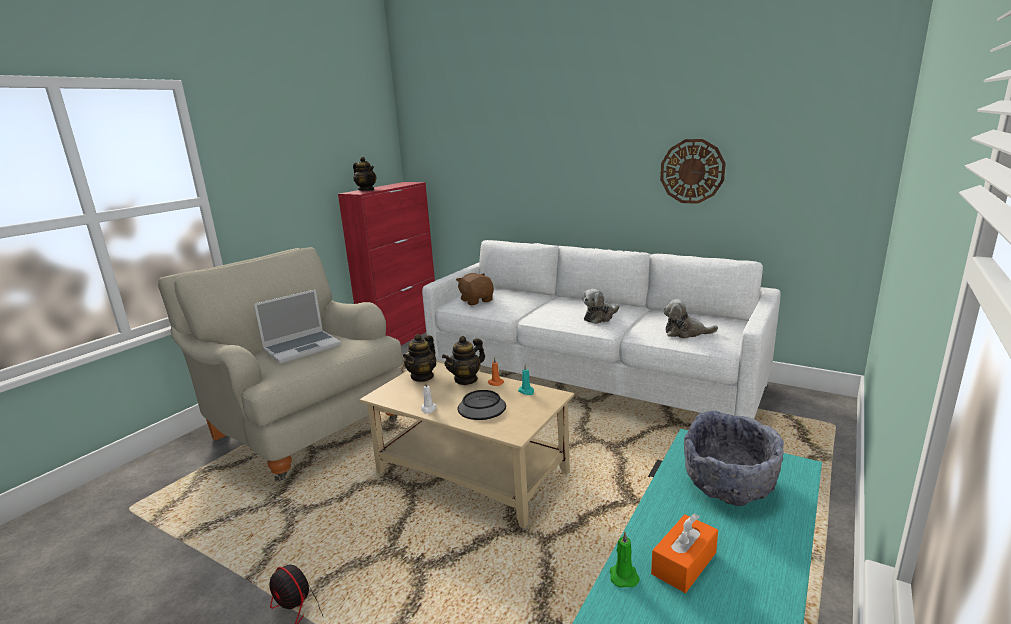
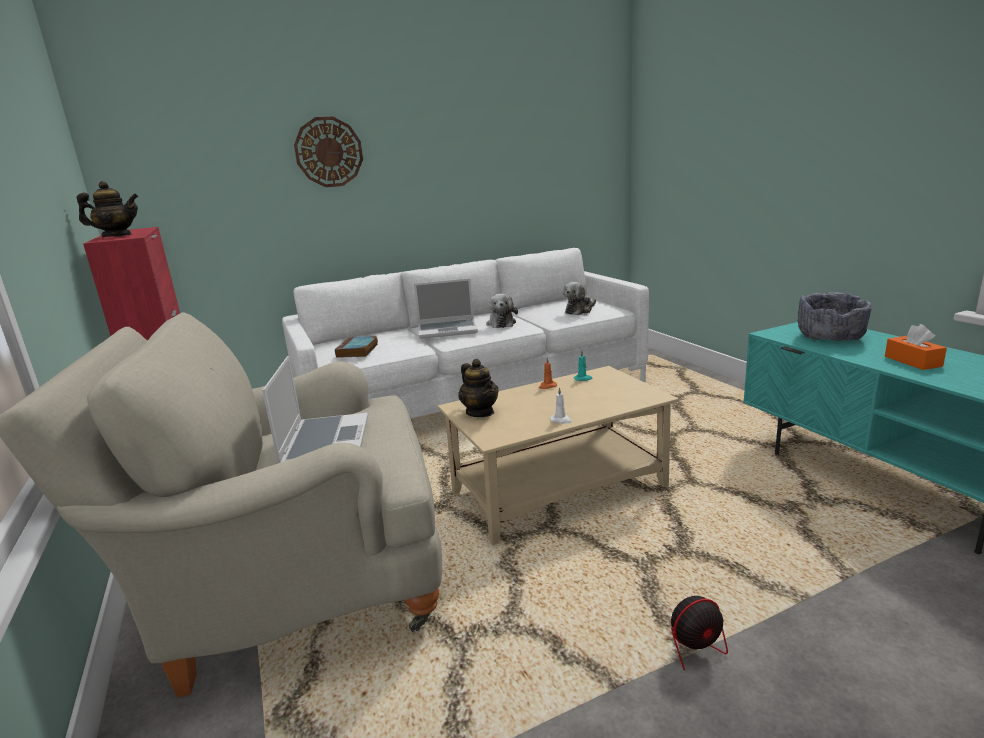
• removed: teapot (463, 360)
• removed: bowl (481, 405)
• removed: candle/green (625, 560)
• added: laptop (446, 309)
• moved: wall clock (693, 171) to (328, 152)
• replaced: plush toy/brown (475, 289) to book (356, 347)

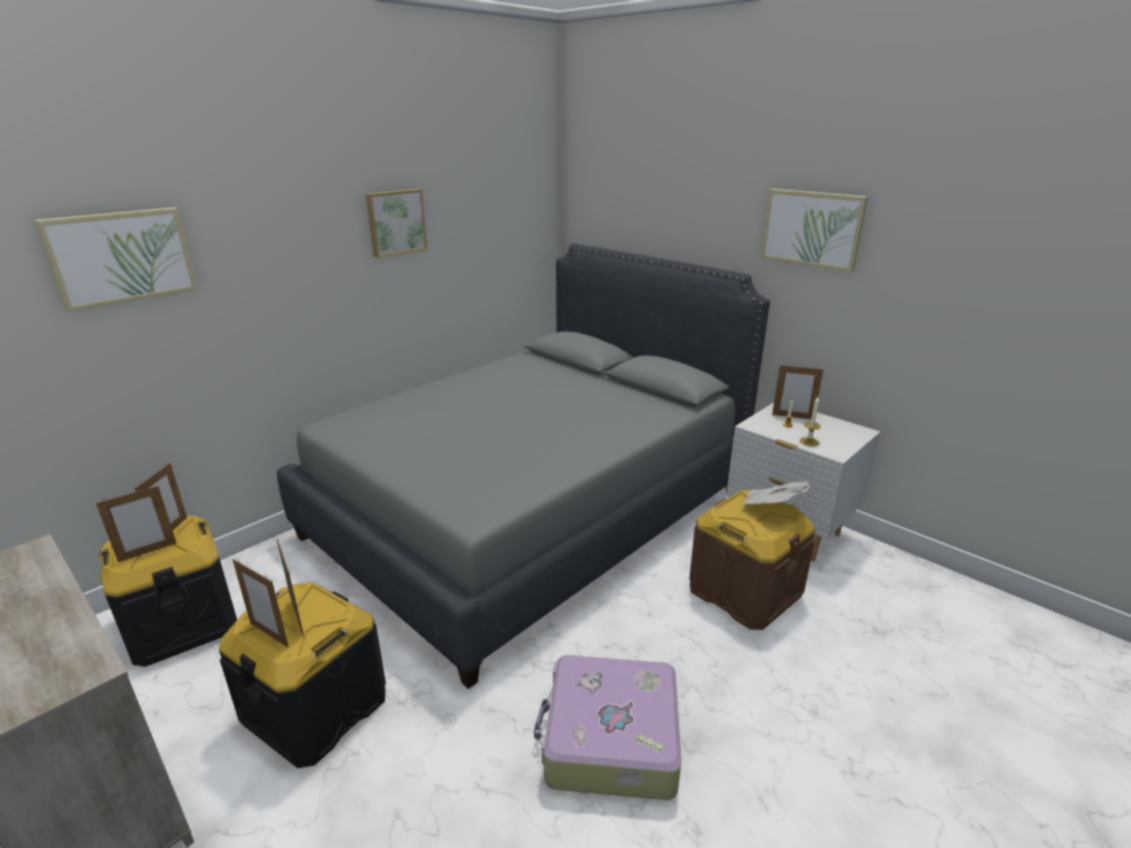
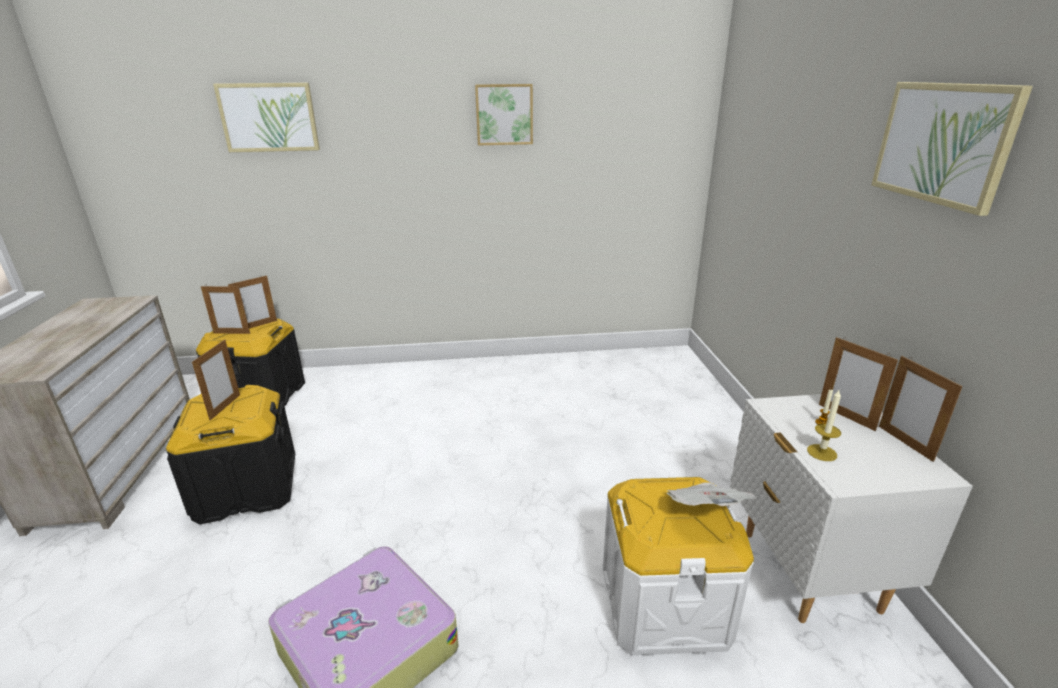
• removed: bed/grey (523, 466)
• moved: picture frame (261, 603) to (920, 409)
• recoloured: storage box/brown (752, 560) to storage box/white (678, 566)

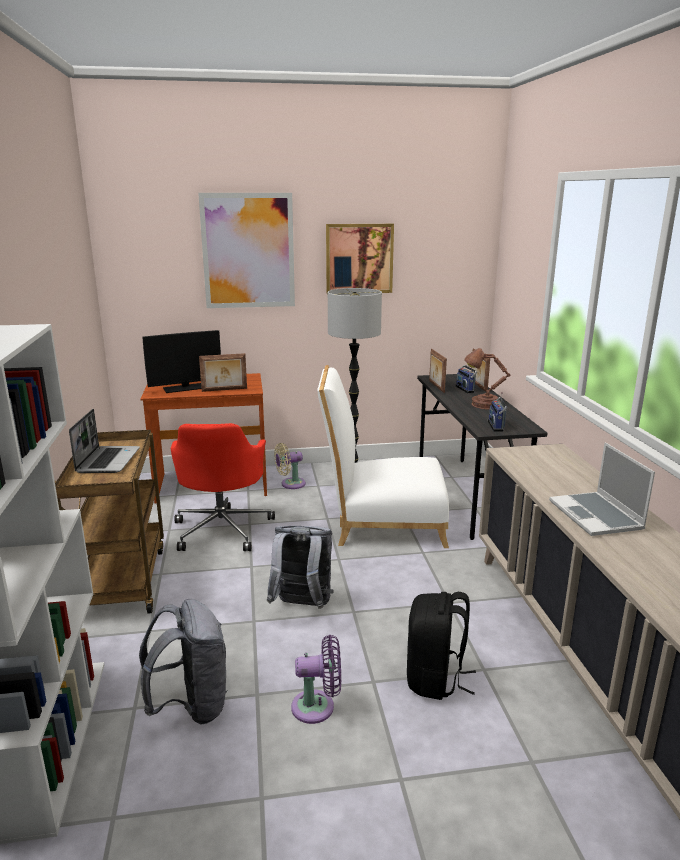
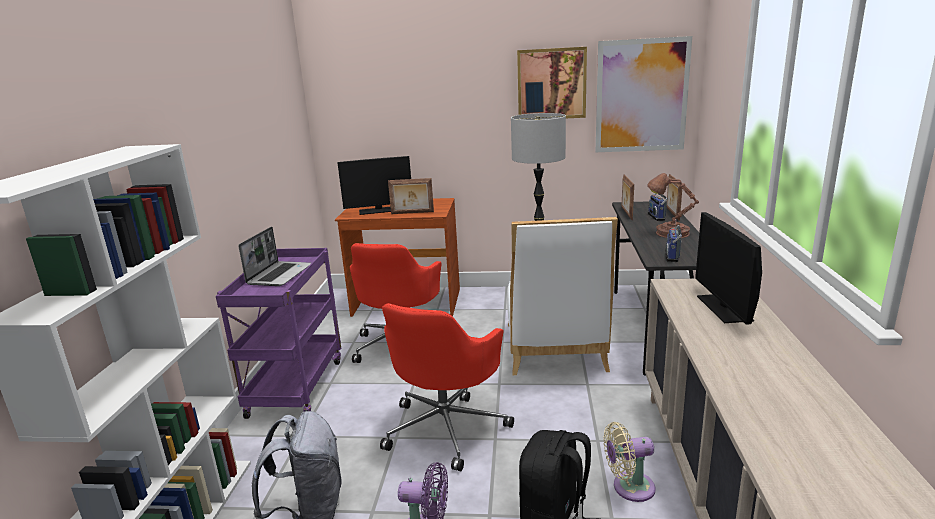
• removed: laptop (602, 489)
• added: monitor (728, 268)
• moved: picture (246, 250) to (644, 94)
• moved: fan/beige (290, 466) to (629, 462)
• replaced: backpack/grey (300, 567) to office chair/red (447, 387)
• recoloured: cart/brown (109, 522) to cart/purple (278, 333)
• turned: chair/white (383, 456) = (562, 296) 105 degrees counterclockwise

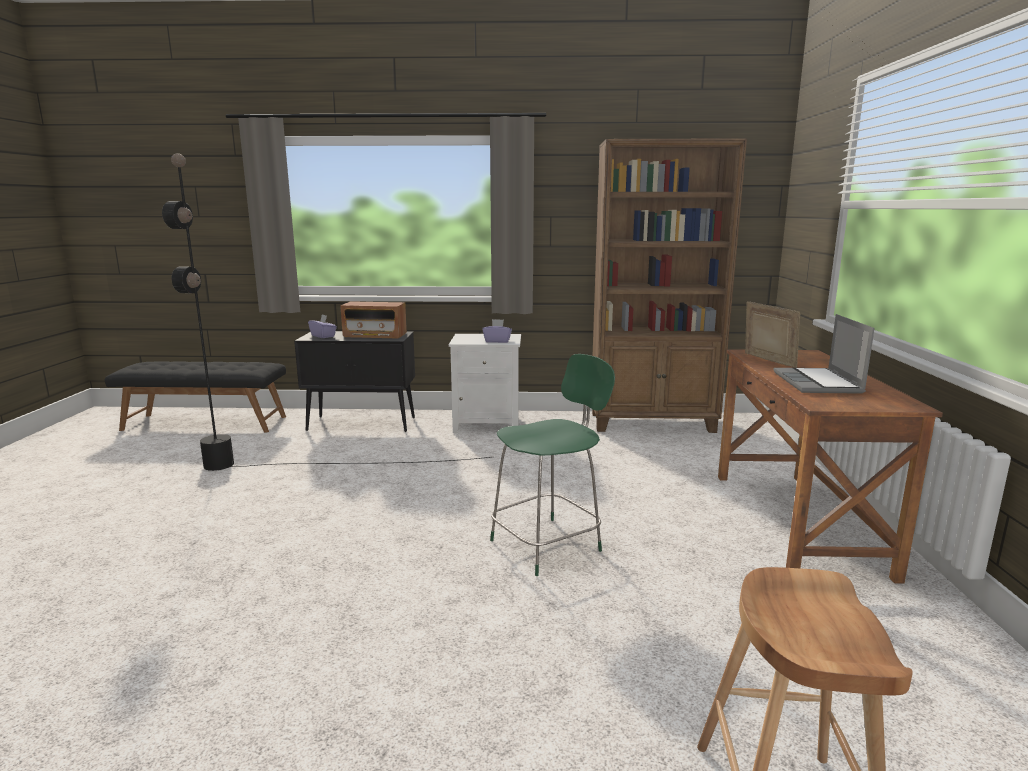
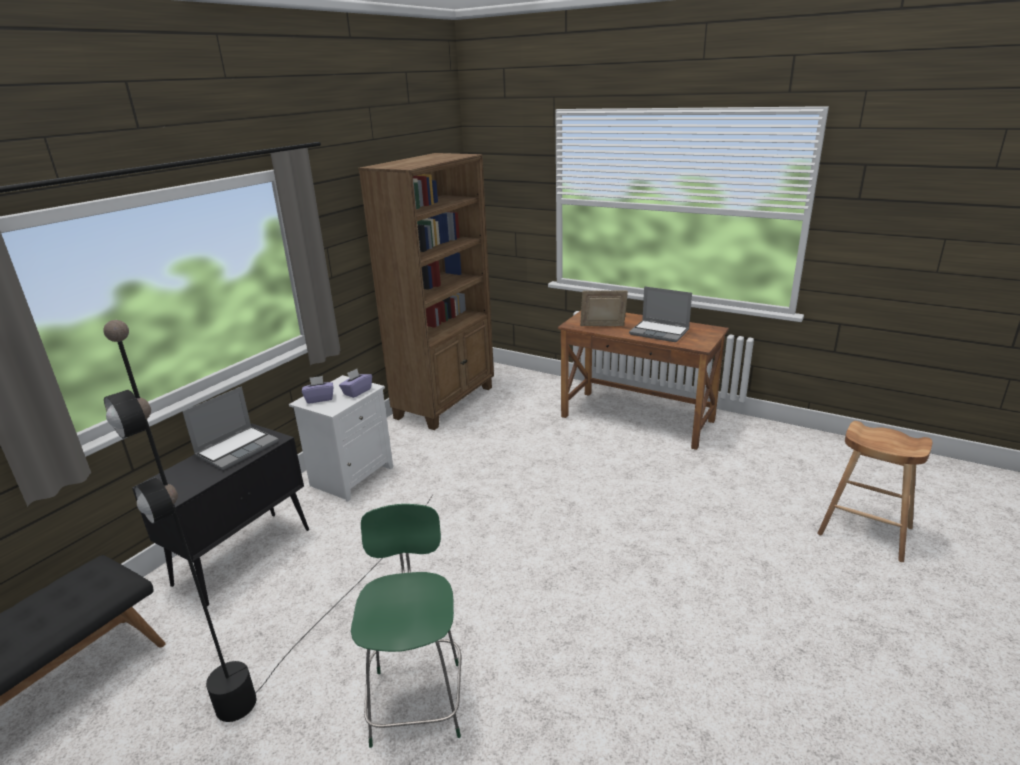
• moved: tissue box/purple (322, 326) to (317, 390)
• moved: chair/green (552, 465) to (406, 626)
• replaced: radio (373, 320) to laptop (230, 428)

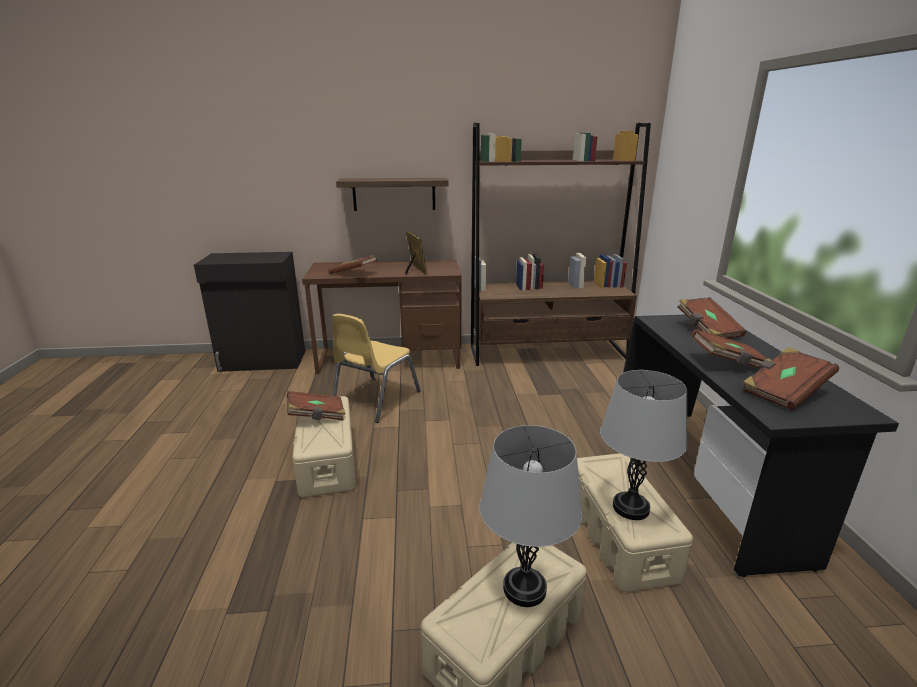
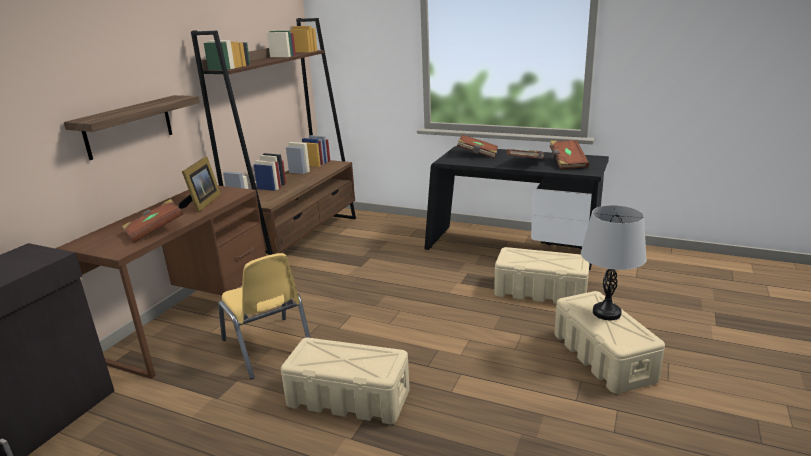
• removed: book/brown (316, 405)
• removed: table lamp/grey (643, 445)
• turned: picture frame (416, 253) = (200, 184) 90 degrees clockwise

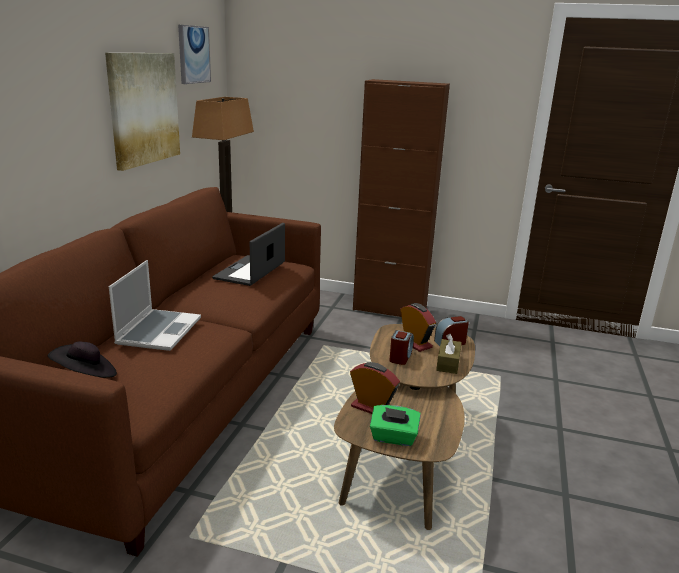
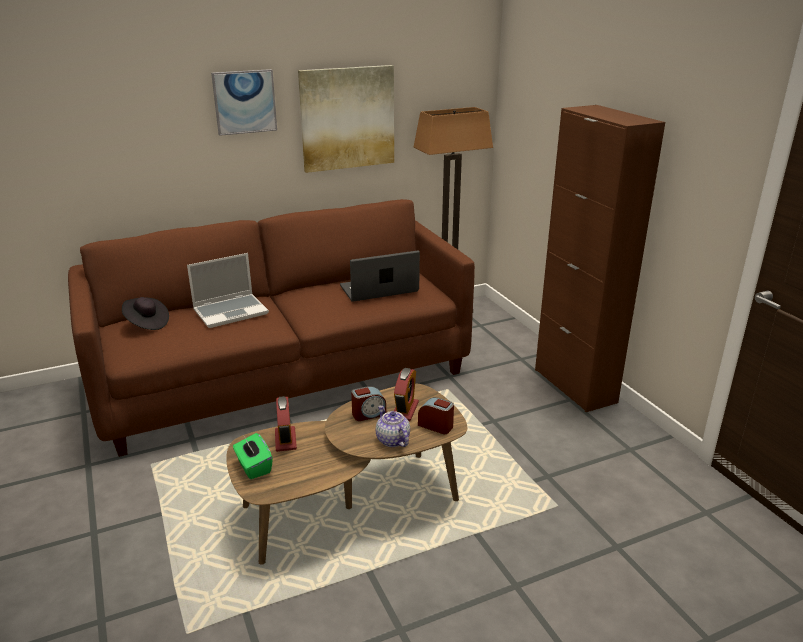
• moved: picture (194, 54) to (244, 102)
• replaced: tissue box/brown (449, 354) to teapot (393, 426)

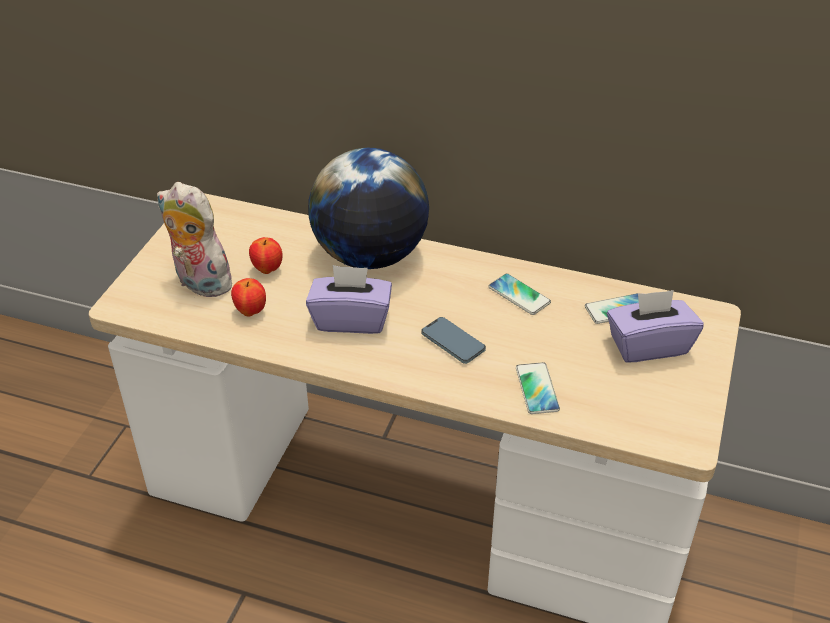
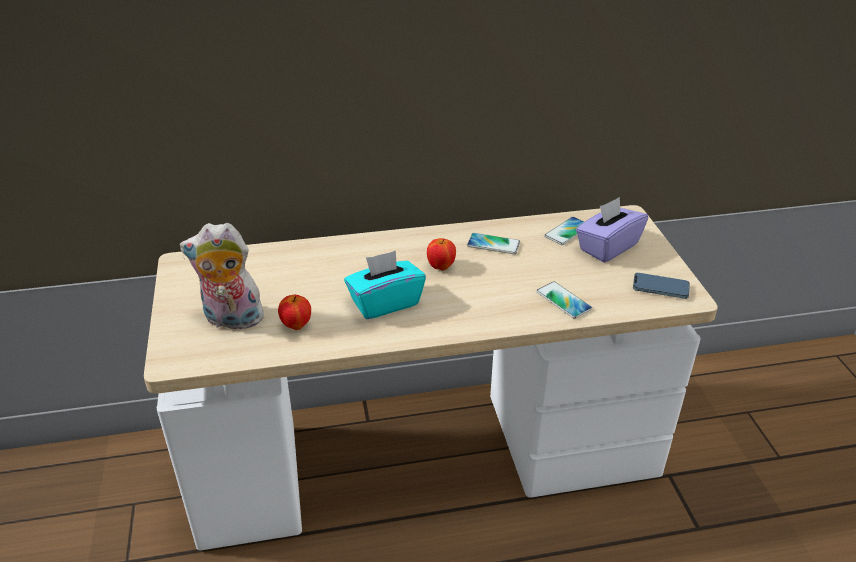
• removed: globe (368, 208)
• moved: apple (265, 255) to (441, 254)
• moved: phone (453, 340) to (661, 286)
• recoloured: tissue box/purple (349, 299) to tissue box/turquoise (385, 285)

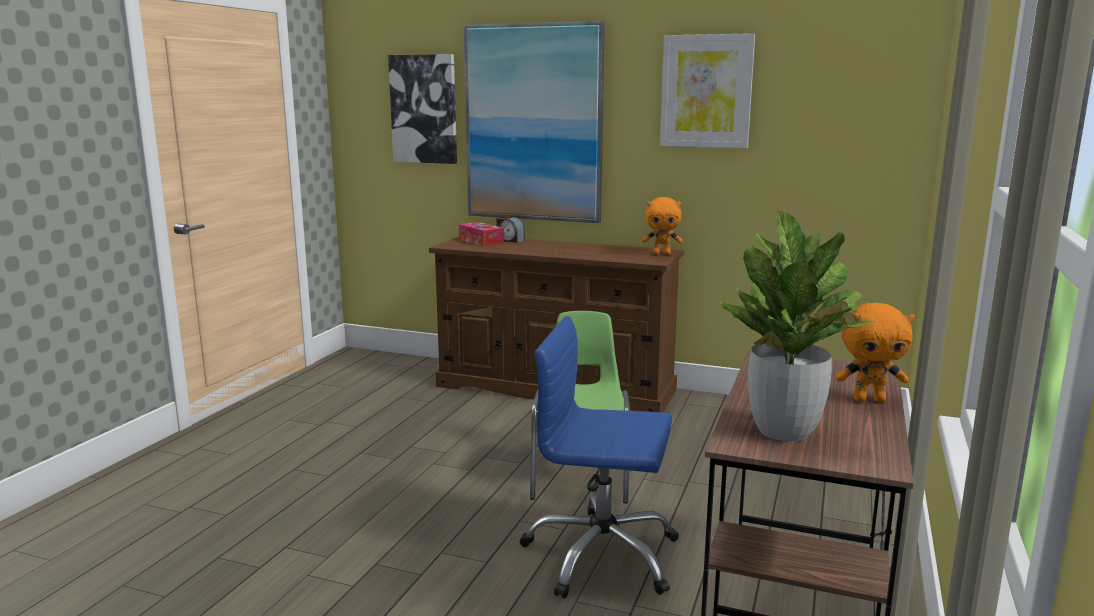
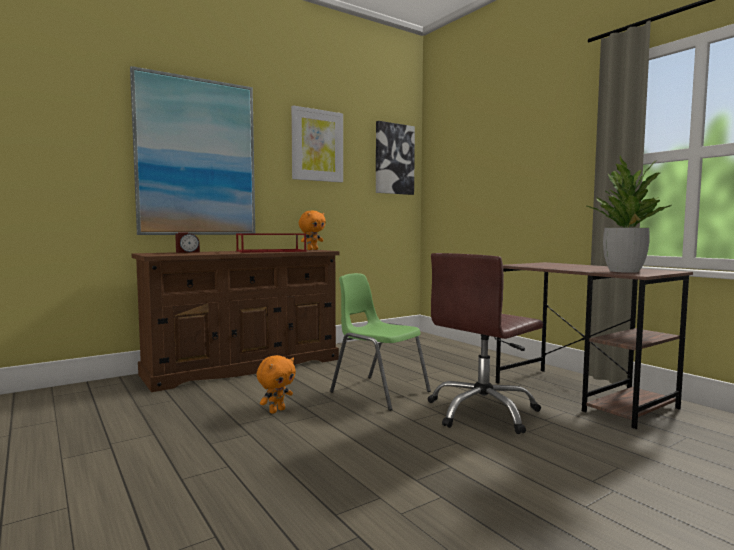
• removed: tissue box (481, 234)
• added: tray/red (271, 243)
• moved: picture (422, 109) to (395, 158)
• moved: plush toy/orange (875, 353) to (276, 384)
• recoloured: office chair/blue (599, 457) to office chair/brown (485, 343)

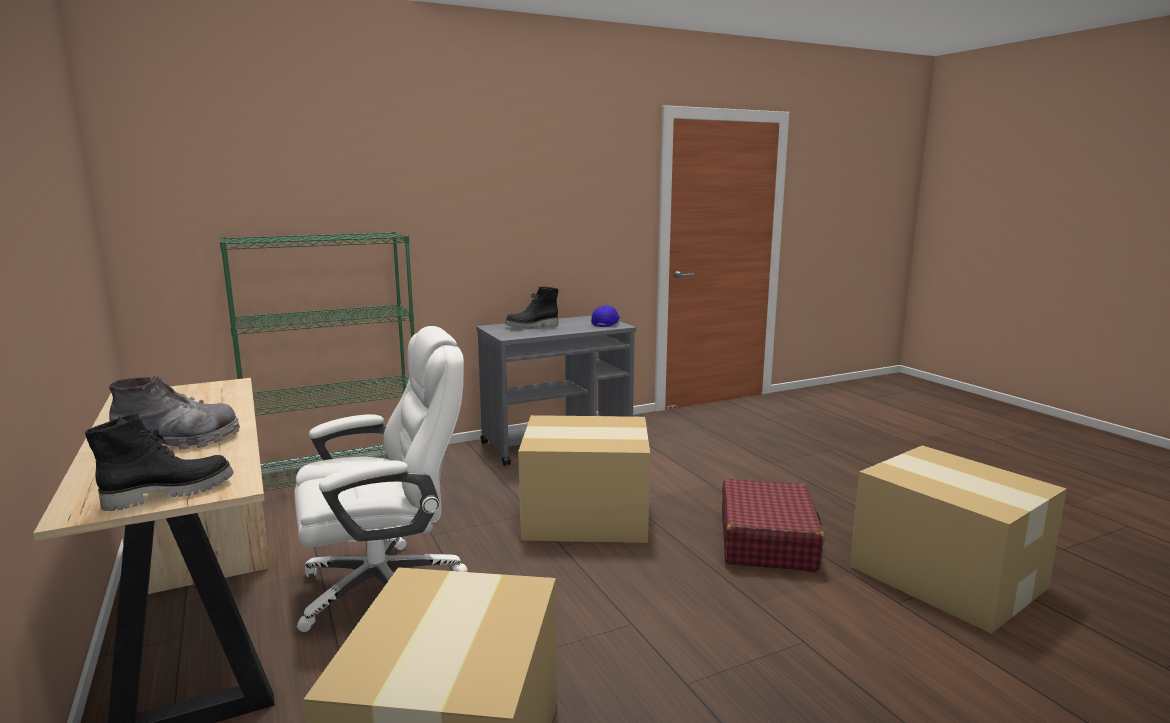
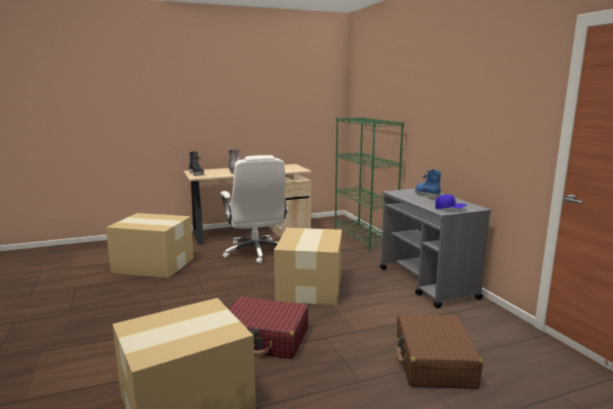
• added: suitcase/brown (440, 351)
• recoloured: boot/black (531, 307) to boot/blue (428, 184)

